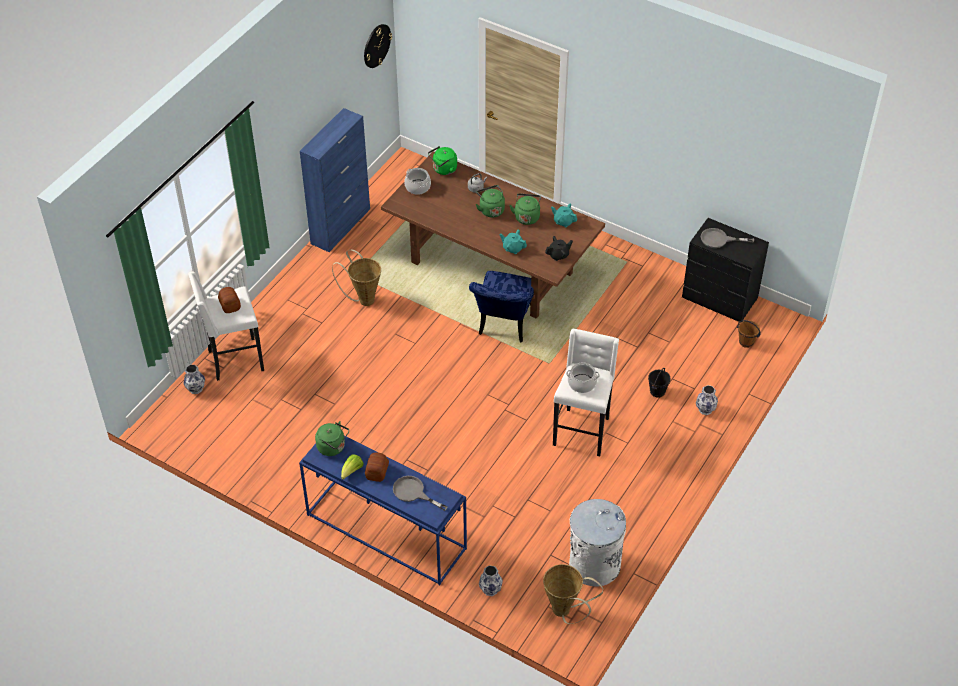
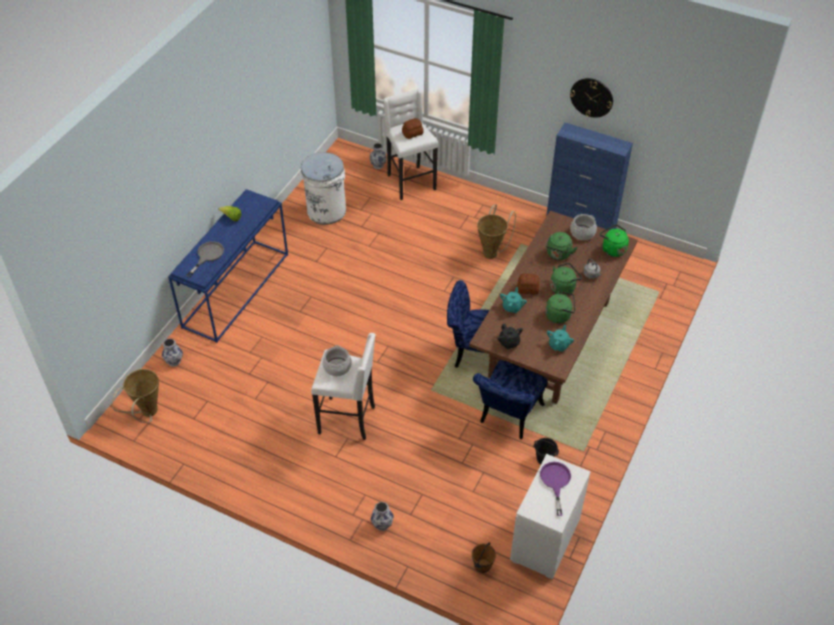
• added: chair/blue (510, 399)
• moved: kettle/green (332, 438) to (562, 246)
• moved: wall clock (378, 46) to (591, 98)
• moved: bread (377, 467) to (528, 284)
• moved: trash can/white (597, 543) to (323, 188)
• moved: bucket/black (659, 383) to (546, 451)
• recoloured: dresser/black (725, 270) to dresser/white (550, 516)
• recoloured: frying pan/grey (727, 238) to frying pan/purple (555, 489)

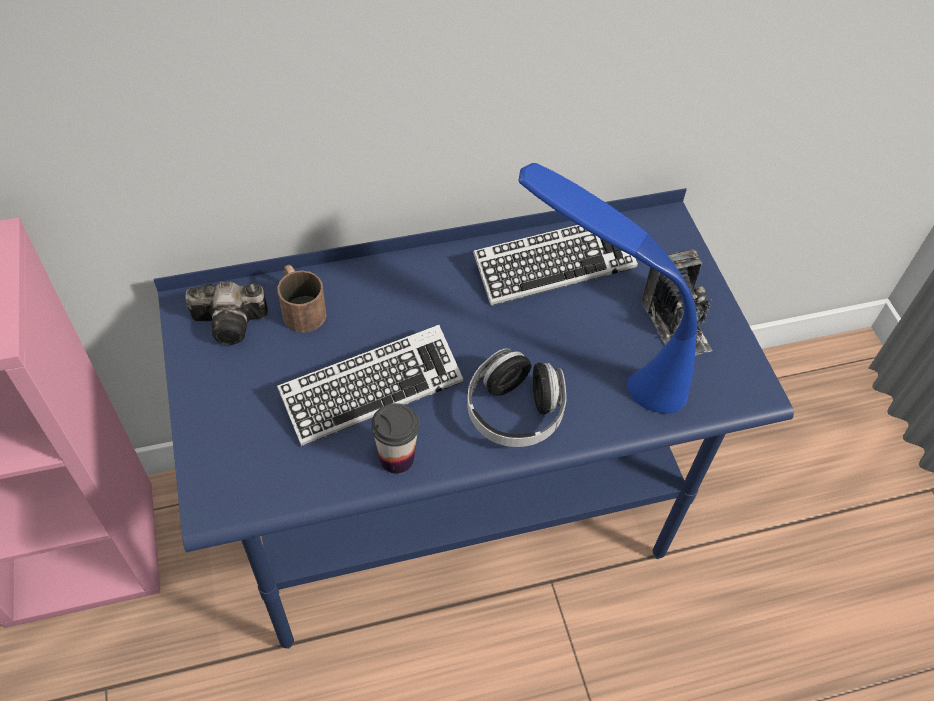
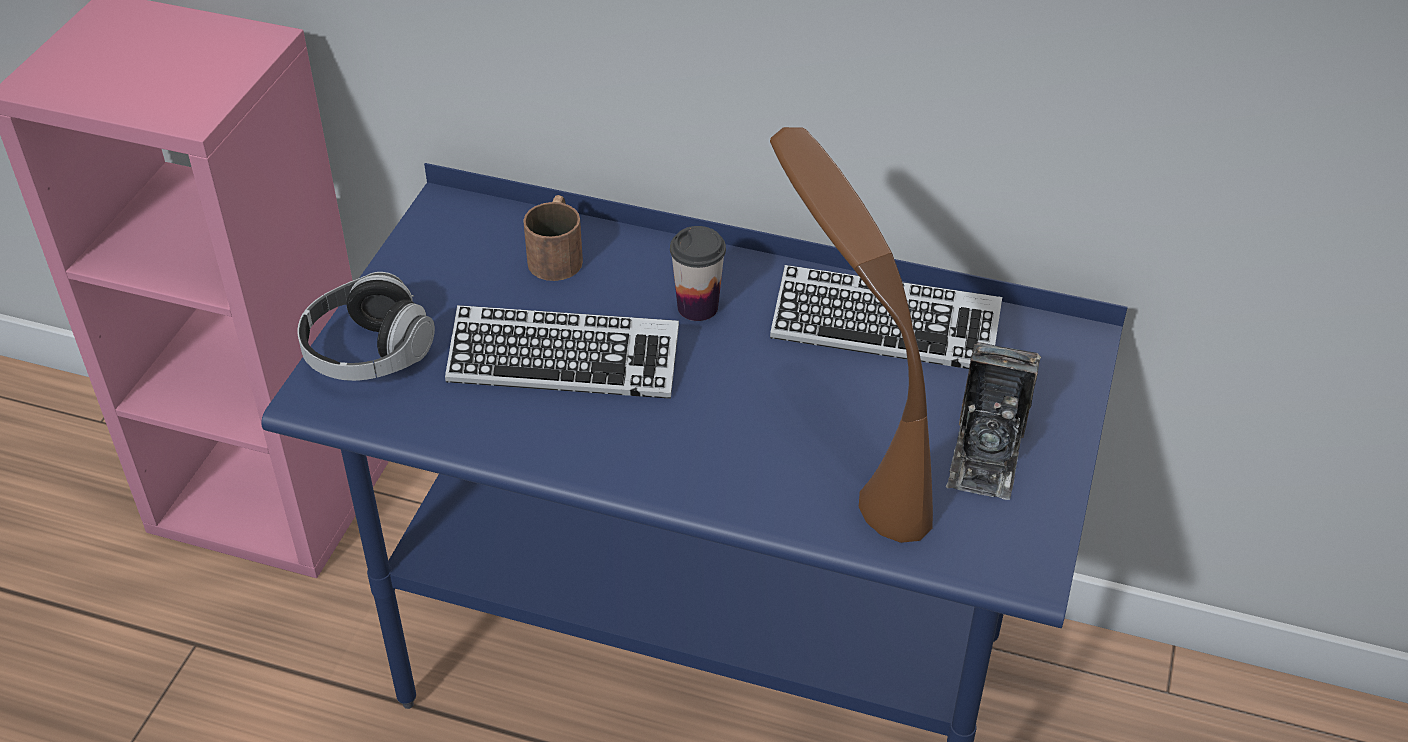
• removed: photo camera (226, 313)
• moved: cup (395, 438) to (698, 273)
• moved: headphones (517, 397) to (366, 326)
• recoloured: table lamp/blue (607, 288) to table lamp/brown (851, 335)

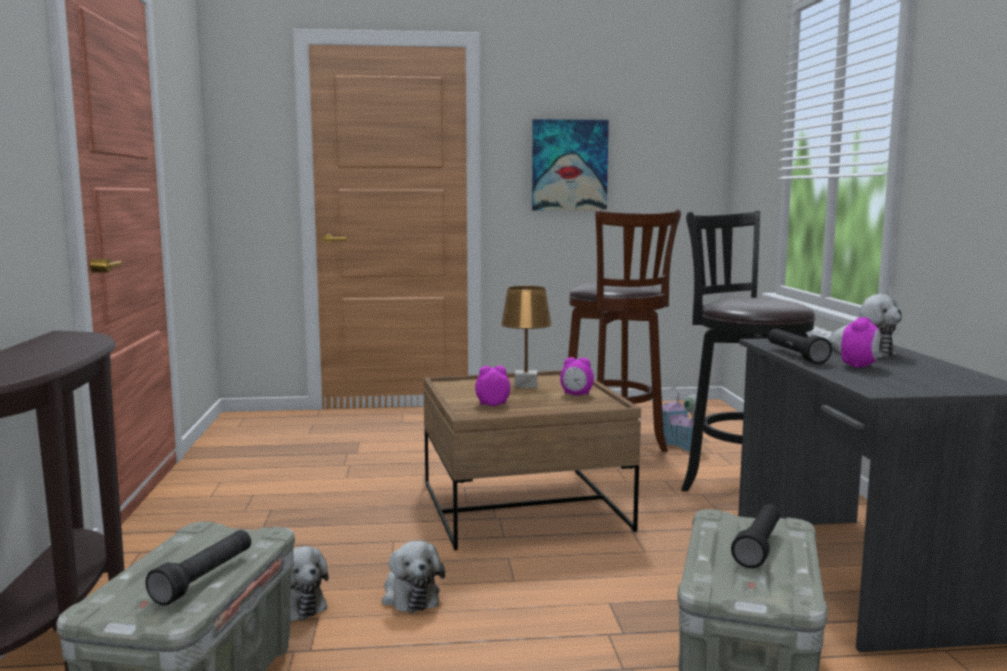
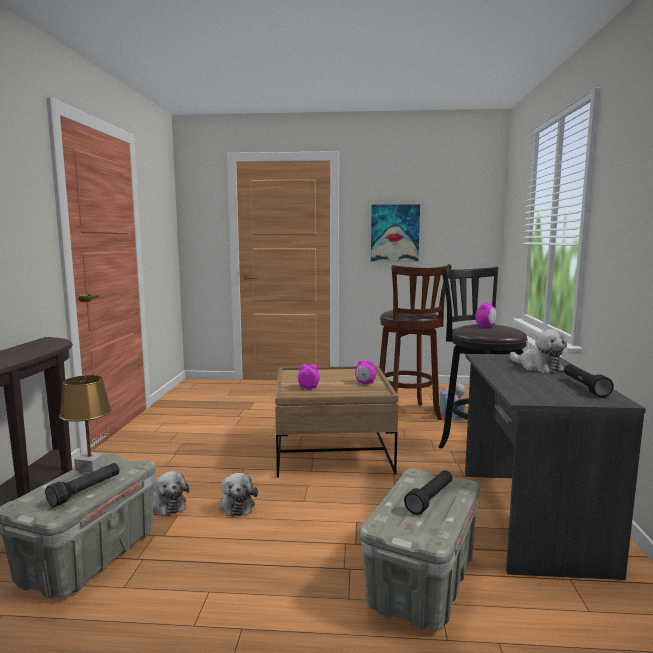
• moved: table lamp/brown (526, 337) to (85, 424)
• moved: flashlight/black (800, 346) to (589, 380)
• moved: alarm clock (860, 342) to (486, 315)

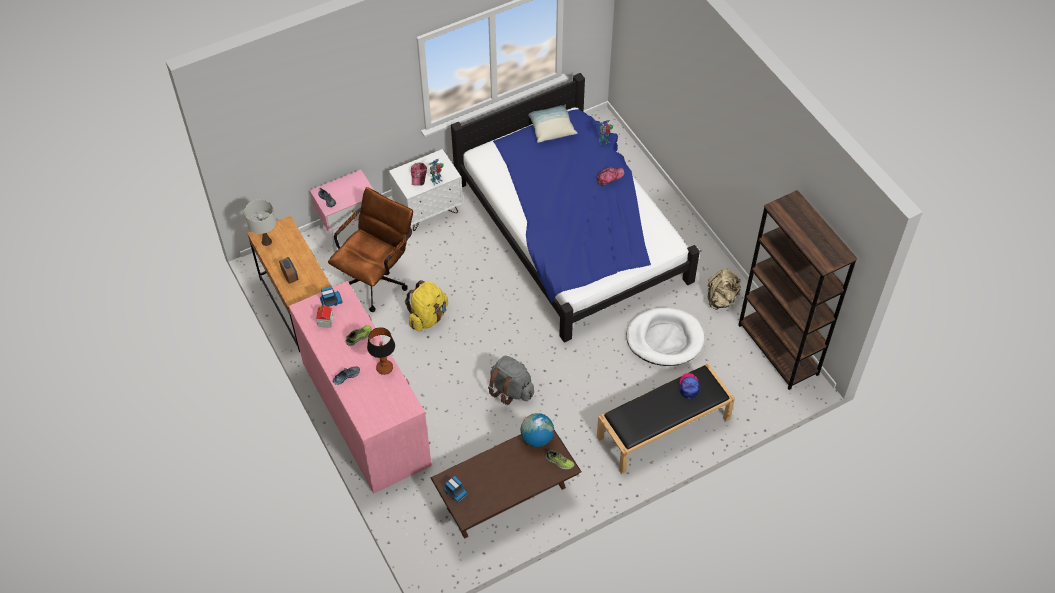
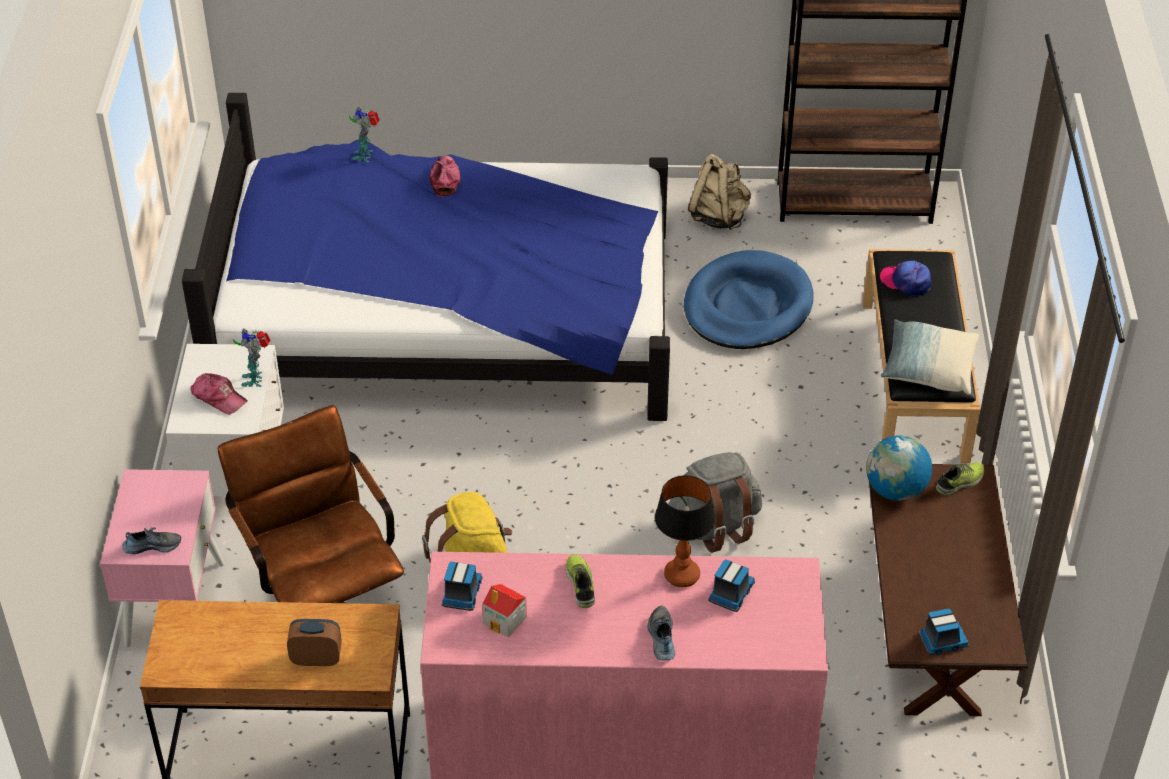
• removed: table lamp/white (260, 222)
• added: toy truck (731, 585)
• moved: pillow (552, 123) to (930, 357)
• recoloured: dog bed/white (665, 337) to dog bed/blue (748, 299)

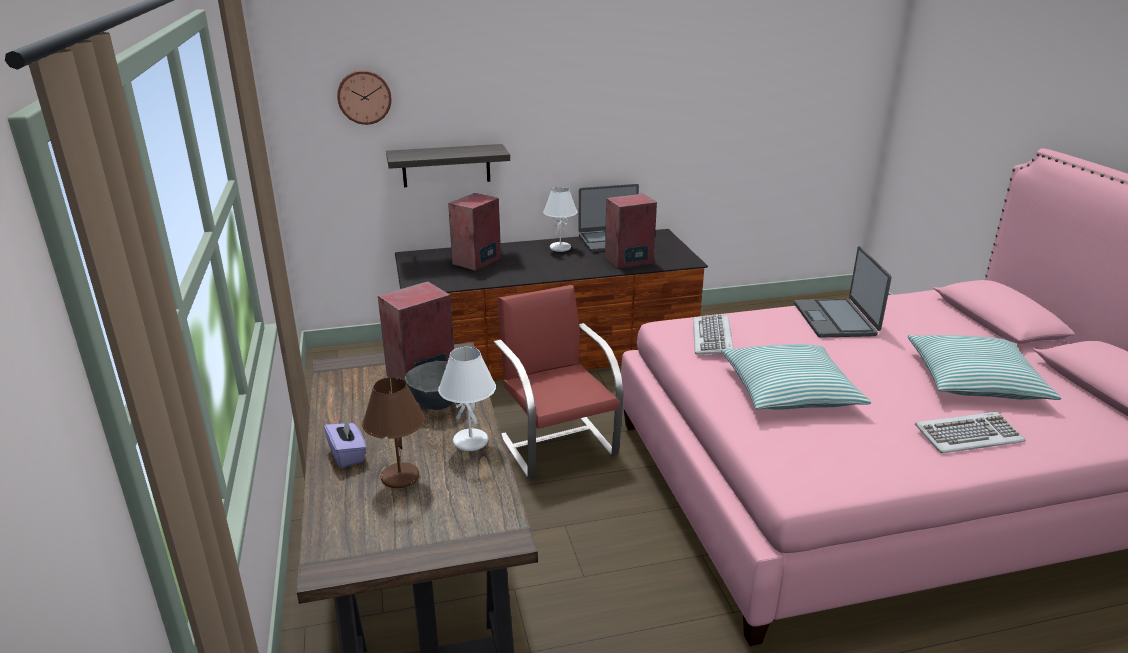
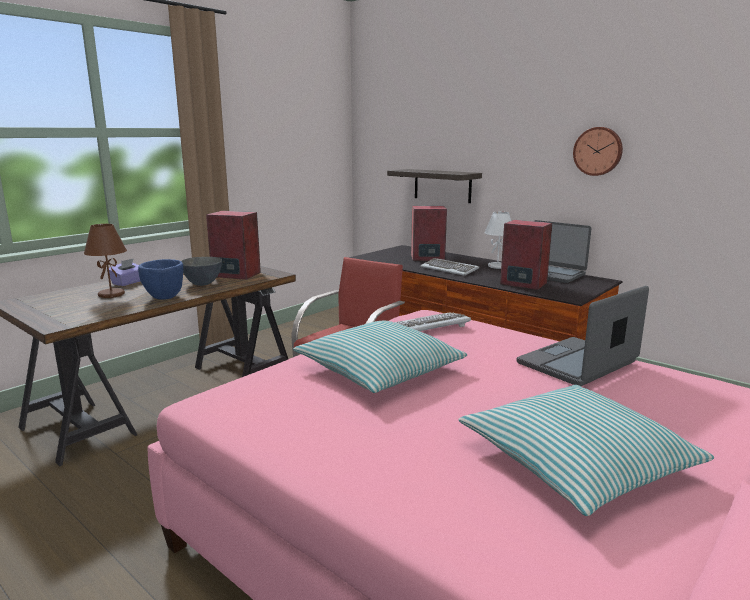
• moved: wall clock (364, 97) to (598, 151)
• moved: keyboard (970, 432) to (449, 267)
• replaced: table lamp/white (467, 399) to bowl/blue (160, 279)

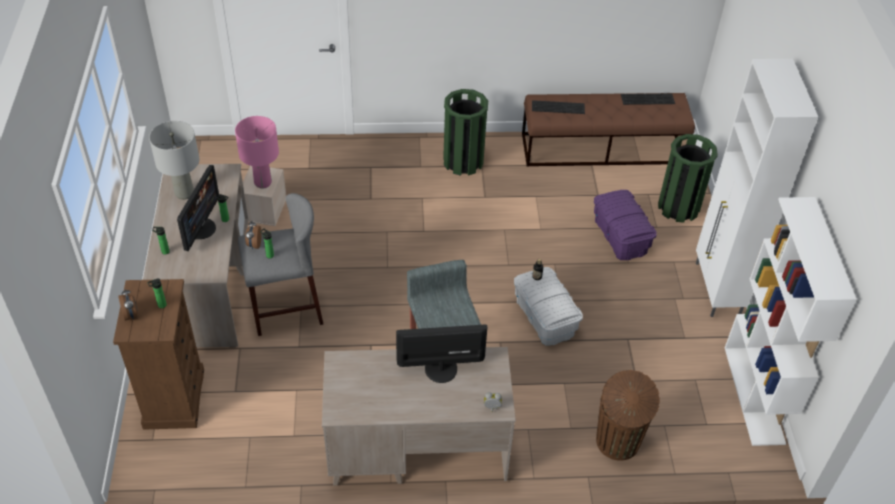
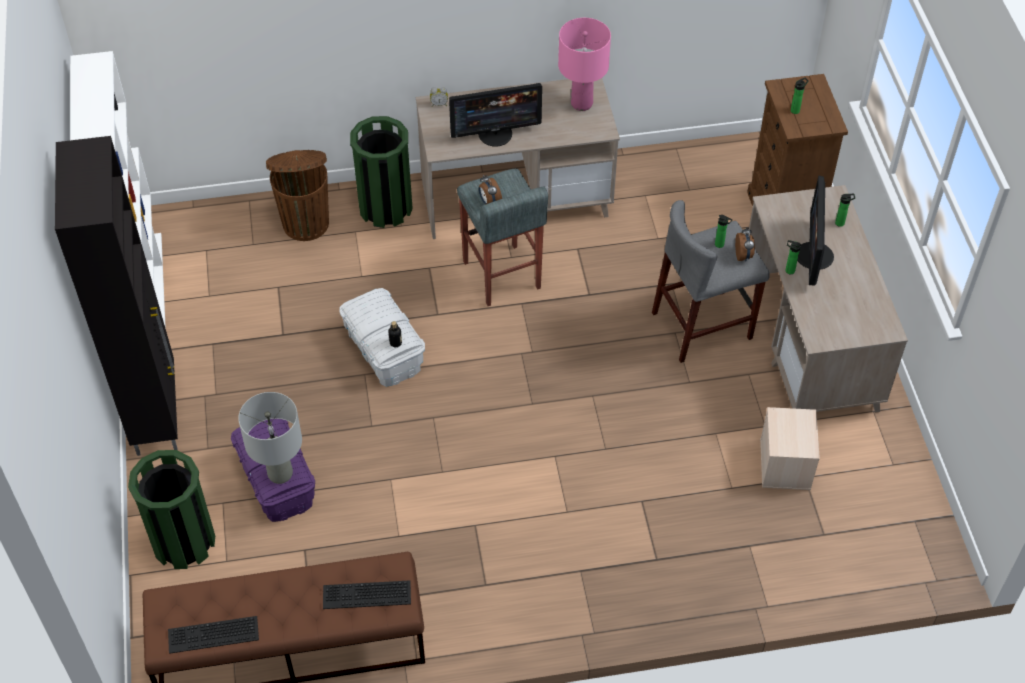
• moved: alarm clock (128, 305) to (490, 189)
• moved: table lamp/grey (174, 160) to (270, 438)
• moved: table lamp/pink (257, 152) to (584, 64)
• moved: trash can/green (465, 132) to (381, 172)
• recoloured: cabinet/white (757, 188) to cabinet/black (116, 296)

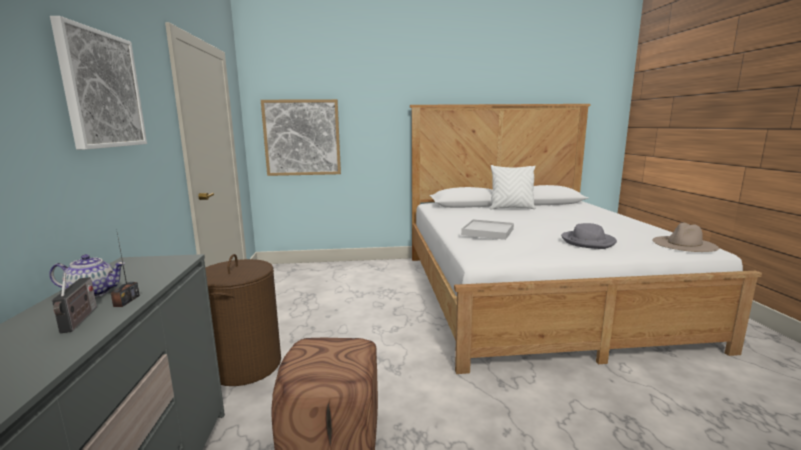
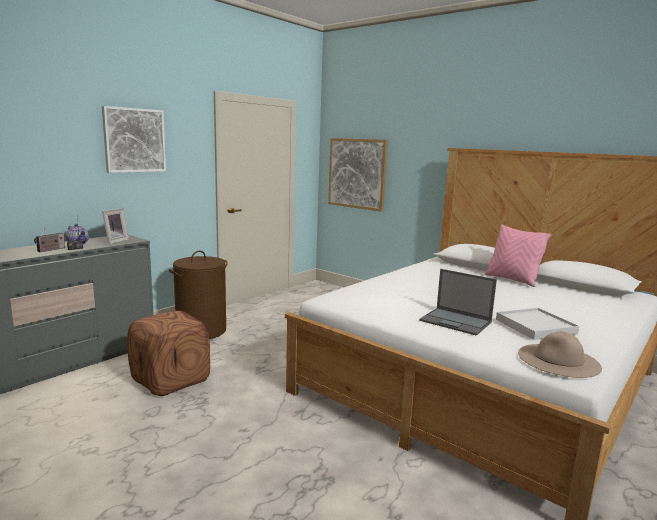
• added: picture frame (115, 226)
• moved: tray/white (487, 229) to (537, 324)
• replaced: hat/grey (589, 236) to laptop (458, 302)
• recoloured: pillow/white (513, 187) to pillow/pink (518, 255)

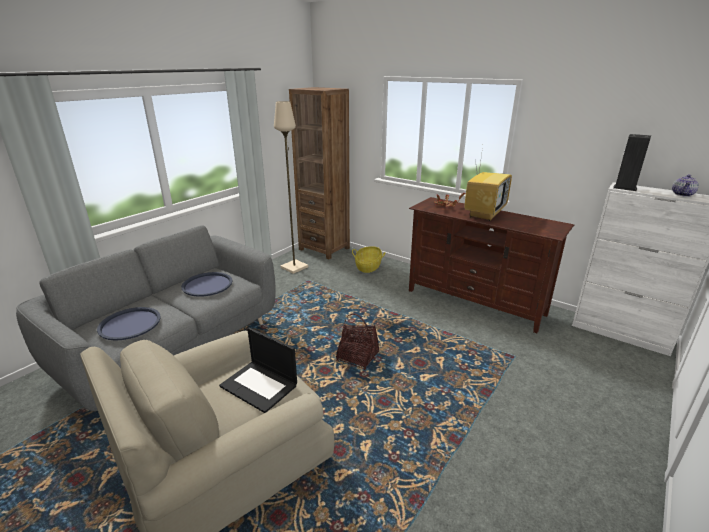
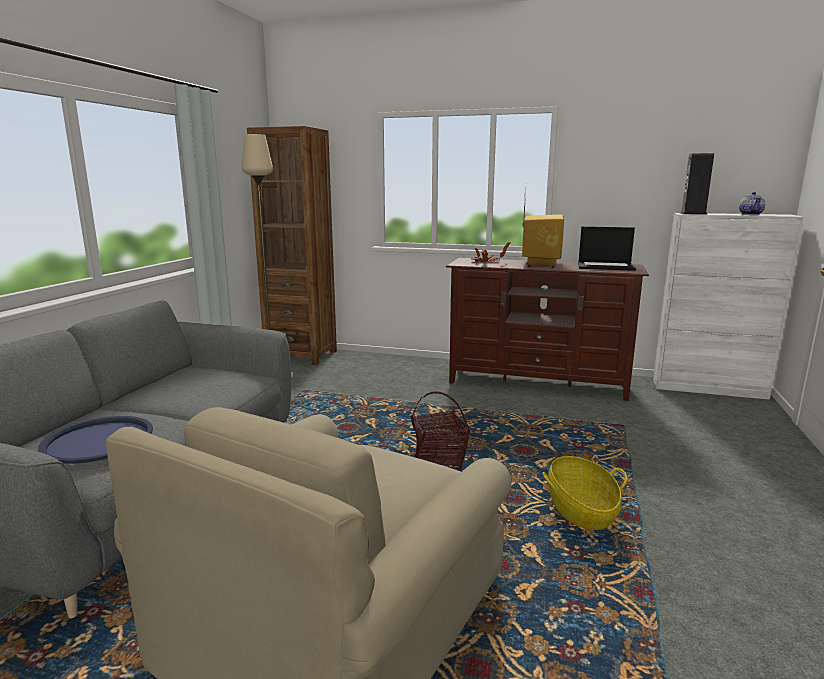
• removed: tray/blue (207, 284)
• moved: laptop (258, 370) to (607, 248)
• moved: basket (369, 259) to (585, 493)

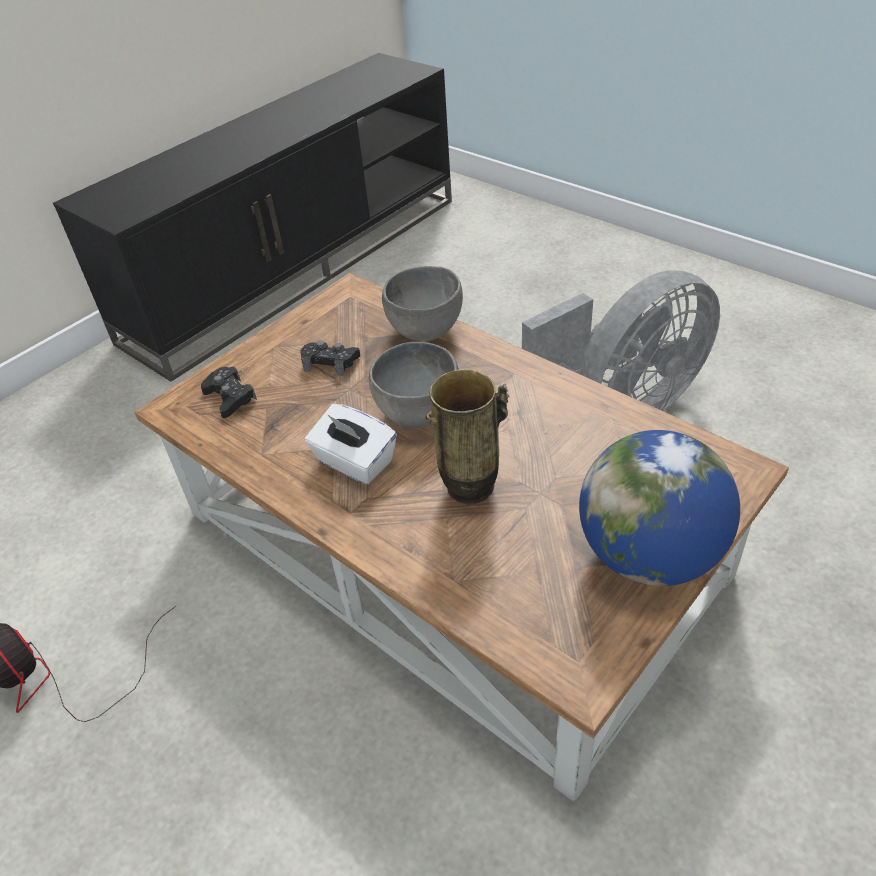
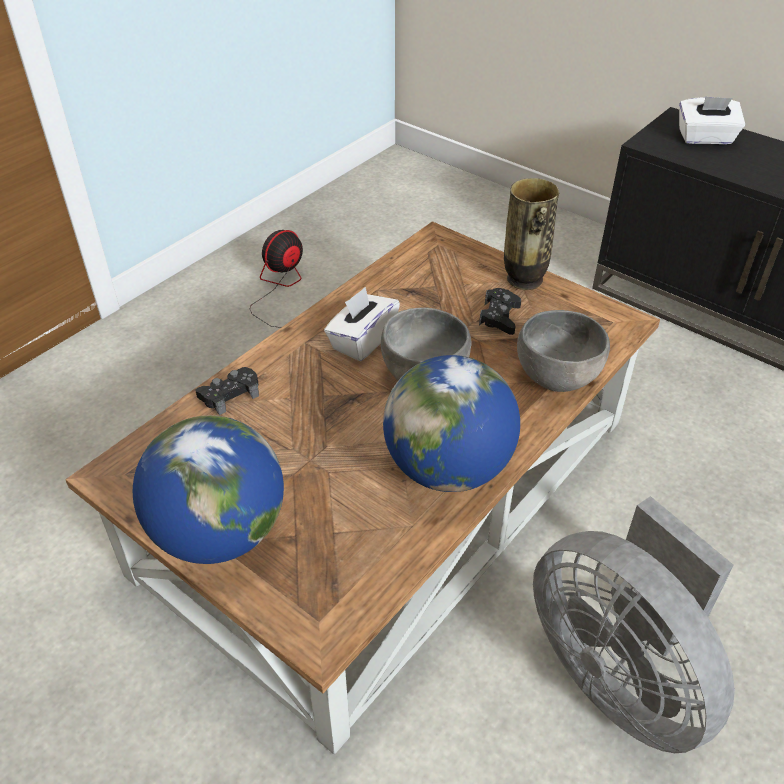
• added: globe (451, 423)
• added: tissue box/white (712, 120)
• moved: game controller/black (229, 392) to (227, 391)
• moved: vase (468, 437) to (531, 234)

